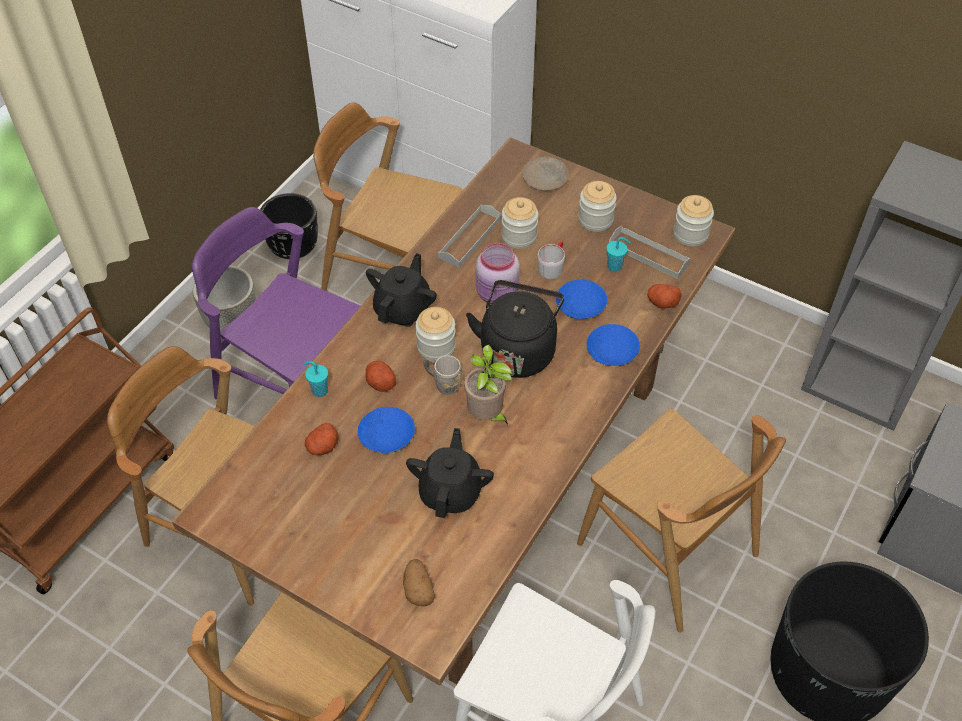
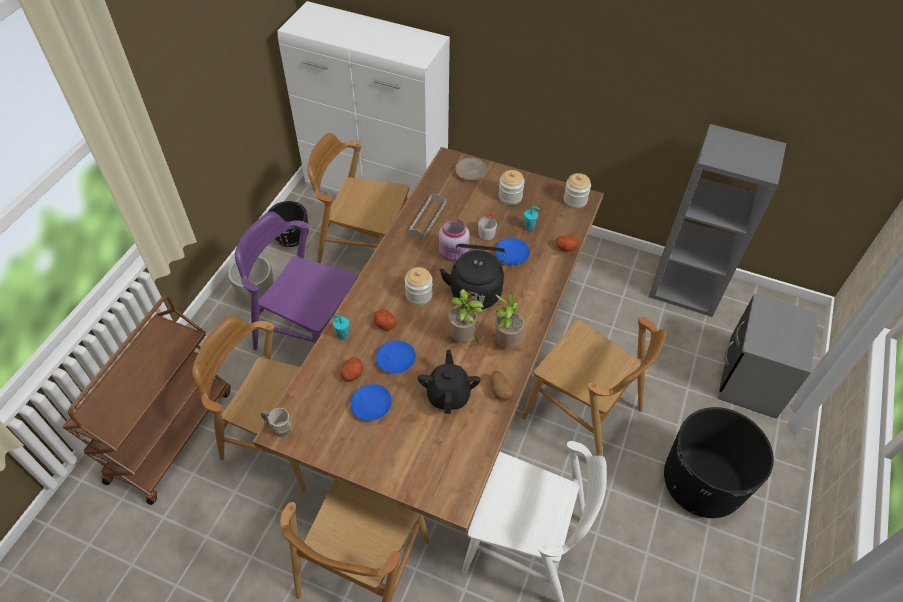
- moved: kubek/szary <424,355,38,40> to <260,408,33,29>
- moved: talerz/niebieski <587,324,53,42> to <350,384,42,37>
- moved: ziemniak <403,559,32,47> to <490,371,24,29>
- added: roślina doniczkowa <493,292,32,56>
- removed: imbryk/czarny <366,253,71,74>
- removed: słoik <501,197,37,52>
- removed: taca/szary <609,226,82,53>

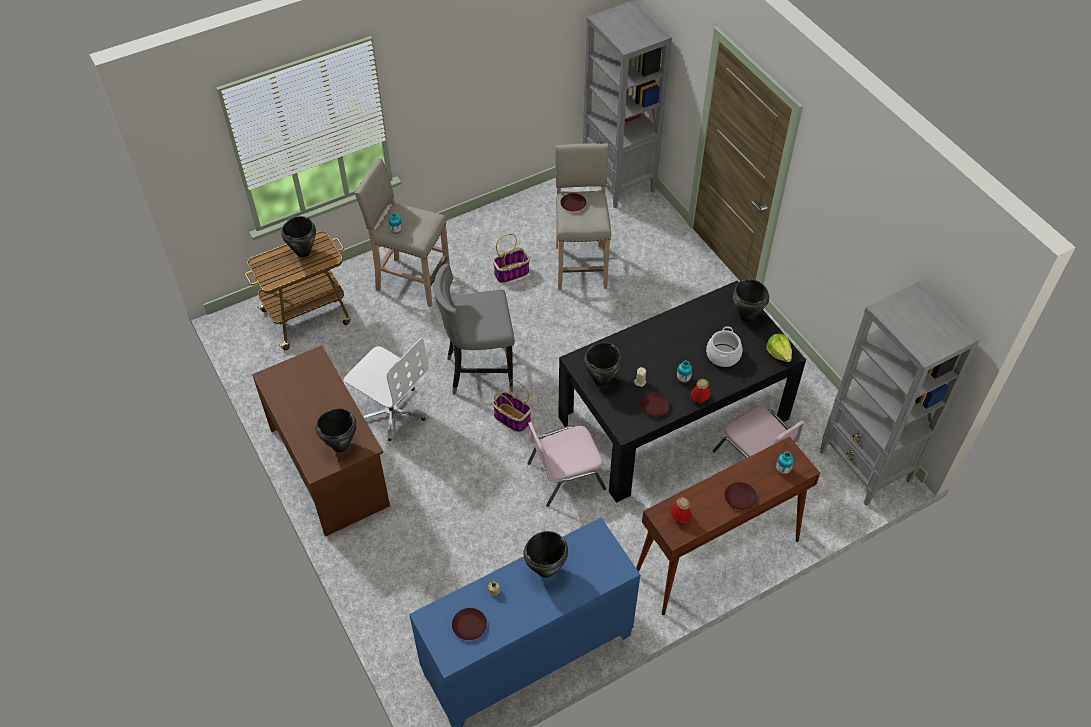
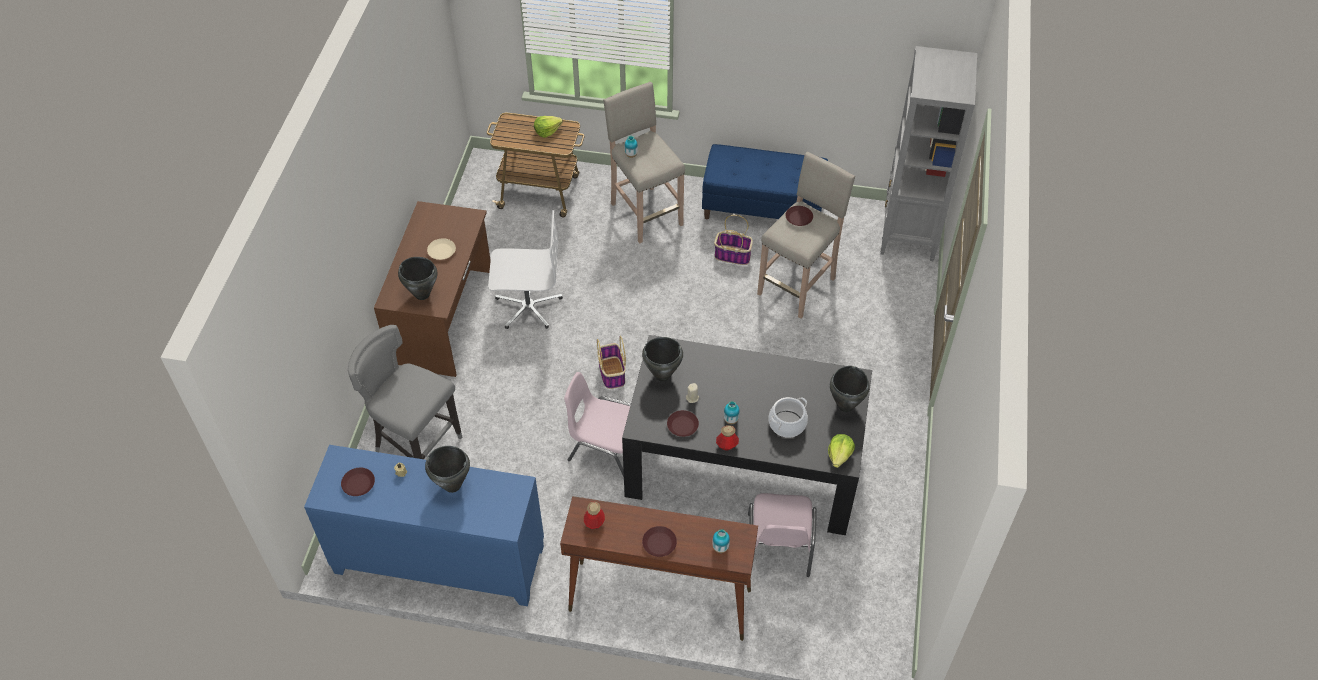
- moved: stołek/szary <434,263,81,132> to <348,325,114,134>
- added: talerz/beżowy <427,238,29,22>
- turned: krzesło biurowe/biały <344,338,85,103> = <488,210,75,119> 75 degrees counterclockwise
- replaced: garnek/czarny <281,216,35,42> to sałata <534,116,29,22>
- added: ławka/niebieski <702,144,126,75>
- removed: regał/szary <820,281,159,225>

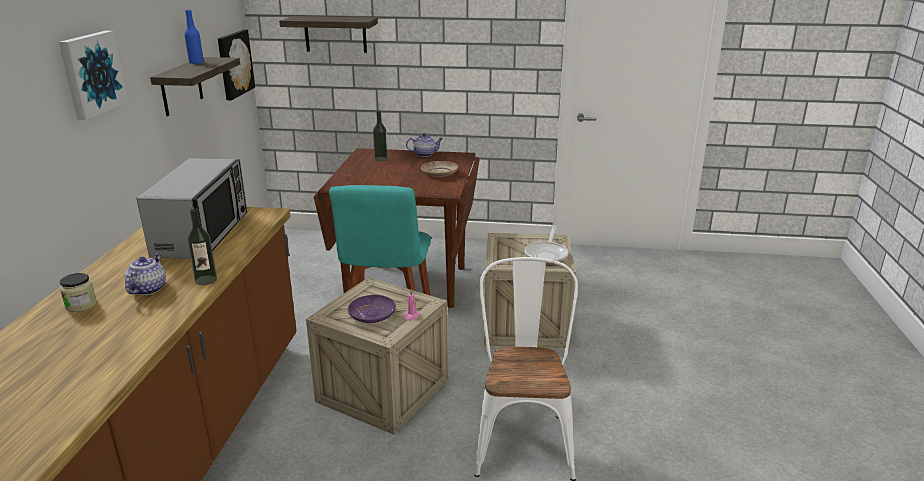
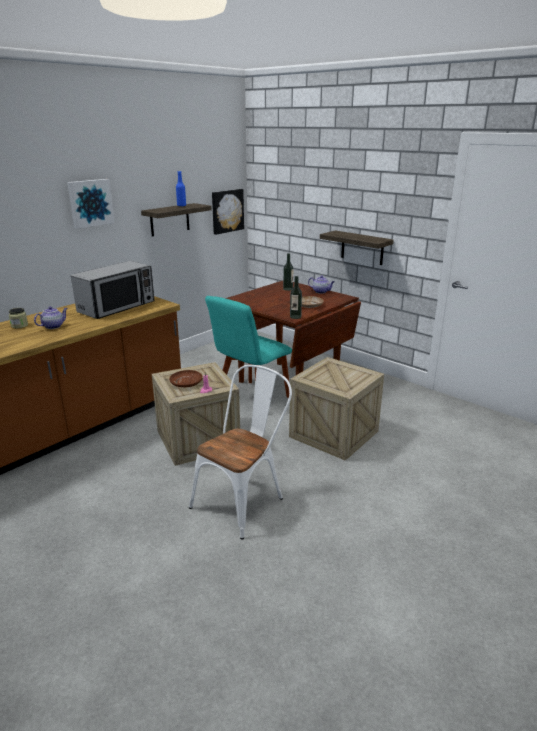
- recoloured: talerz/fioletowy <348,295,48,28> to talerz/brązowy <169,370,34,18>
- moved: butelka <187,208,30,77> to <290,276,12,43>
- moved: półka <279,16,99,37> to <320,230,74,35>
- removed: patelnia <525,226,43,38>

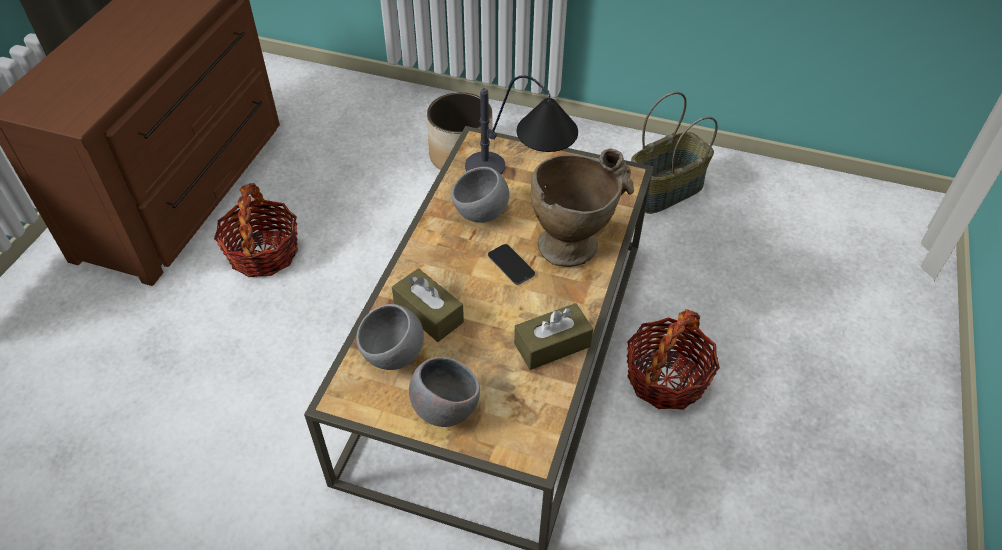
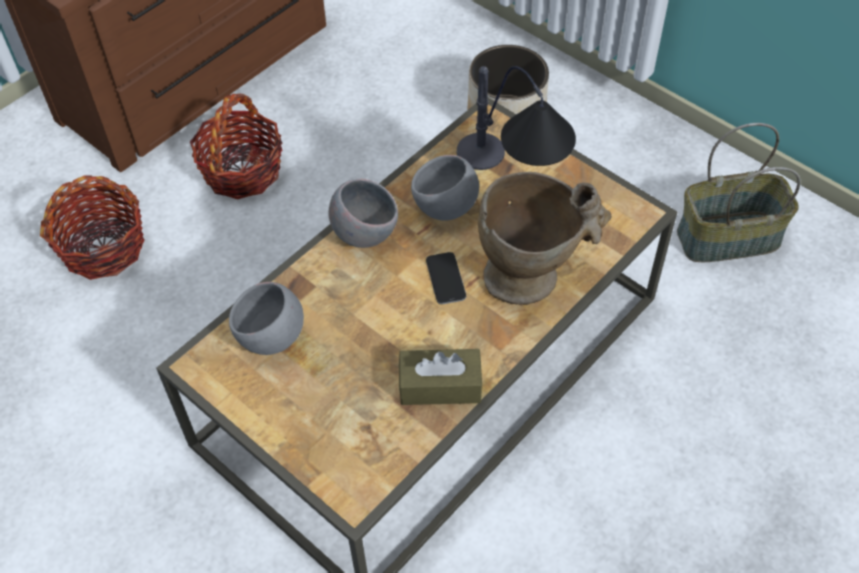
- moved: koszyk <626,309,94,101> to <40,175,104,105>
- moved: miska/szary <409,357,71,70> to <329,179,69,69>
- removed: pudełko chusteczek/brązowy <392,268,72,74>

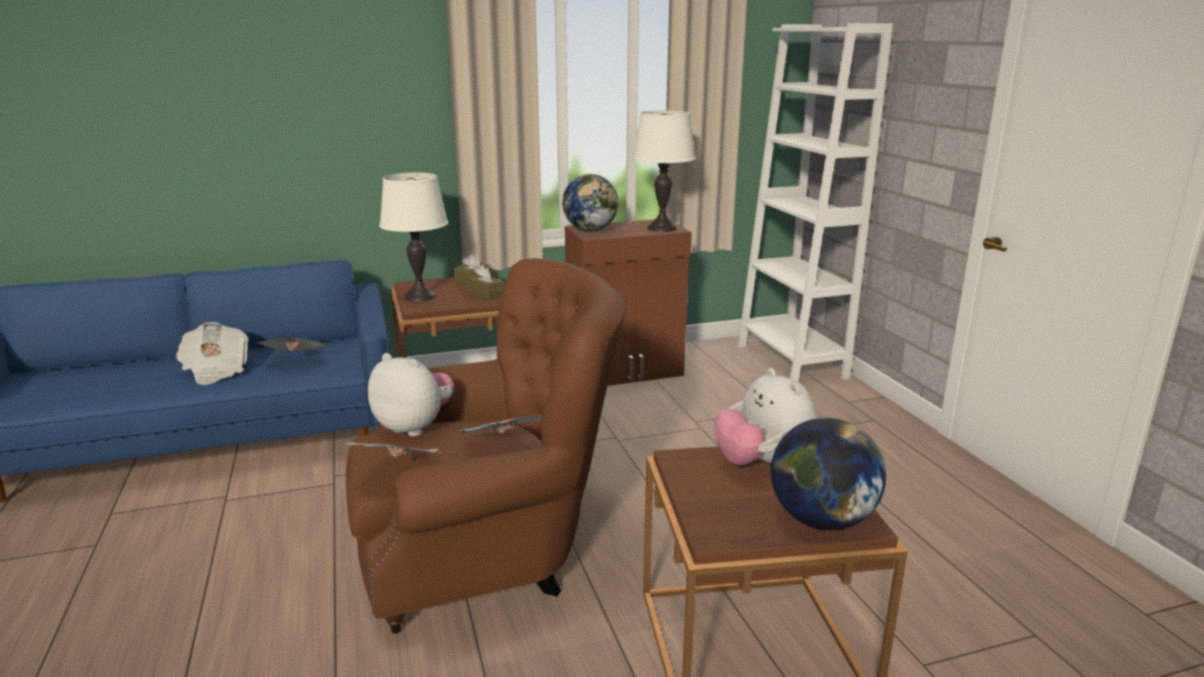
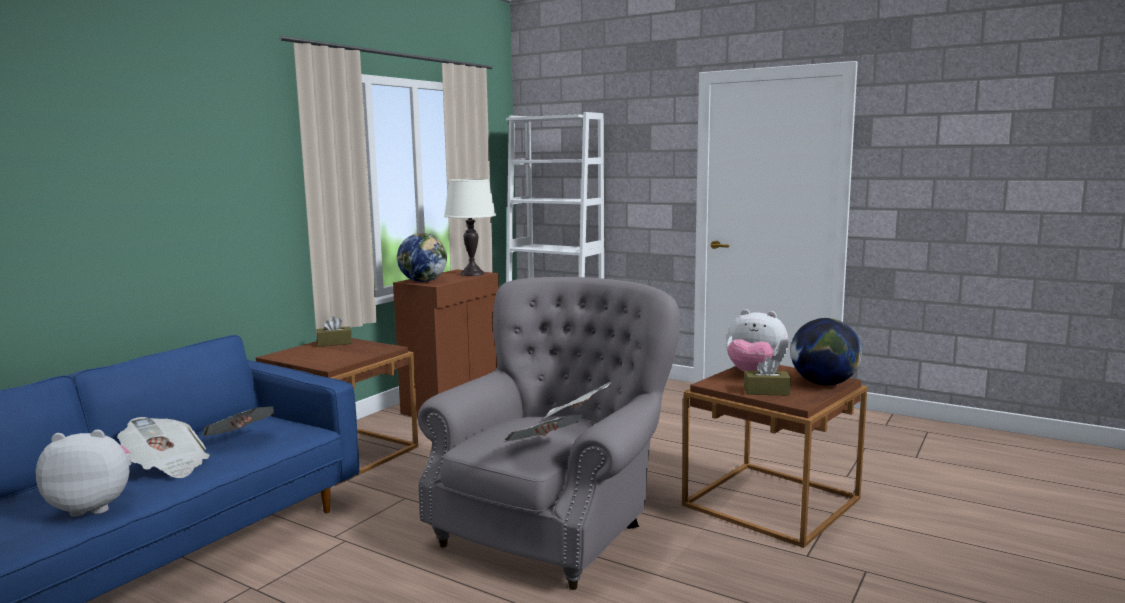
- moved: pluszak <368,353,86,83> to <36,430,96,87>
- recoloured: fotel/brązowy <346,258,280,376> to fotel/szary <418,277,262,313>
- moved: pudełko chusteczek/brązowy <467,265,37,35> to <744,357,47,39>
- removed: lampa stołowa/biały <379,173,69,129>

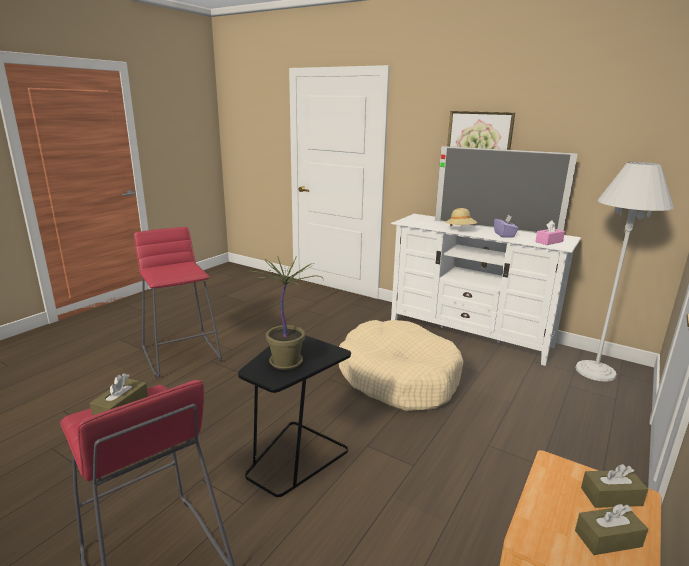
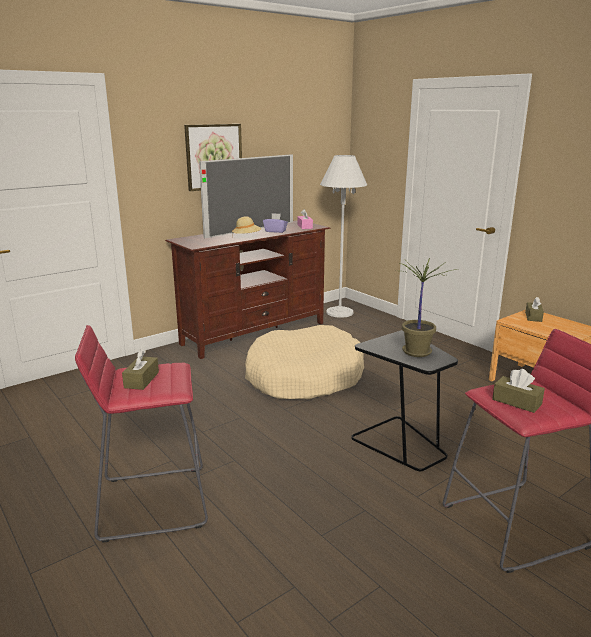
- moved: pudełko chusteczek/brązowy <575,504,73,51> to <122,349,37,41>
- recoloured: szafka pod telewizor/biały <391,214,190,152> to szafka pod telewizor/brązowy <165,220,165,139>

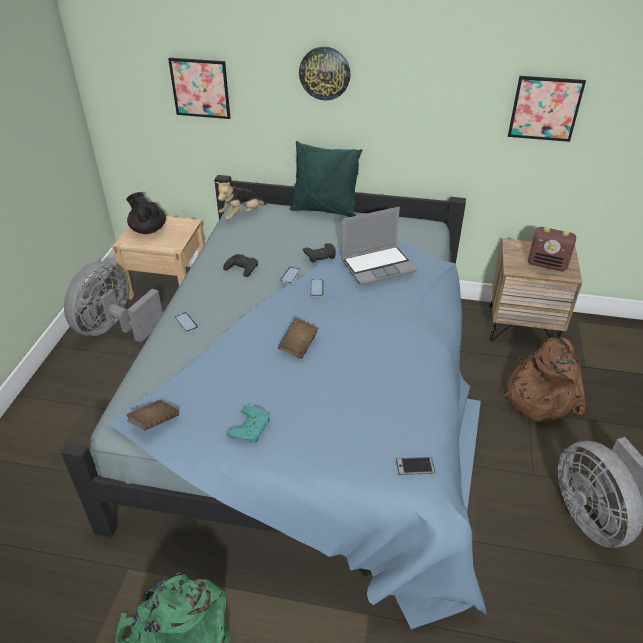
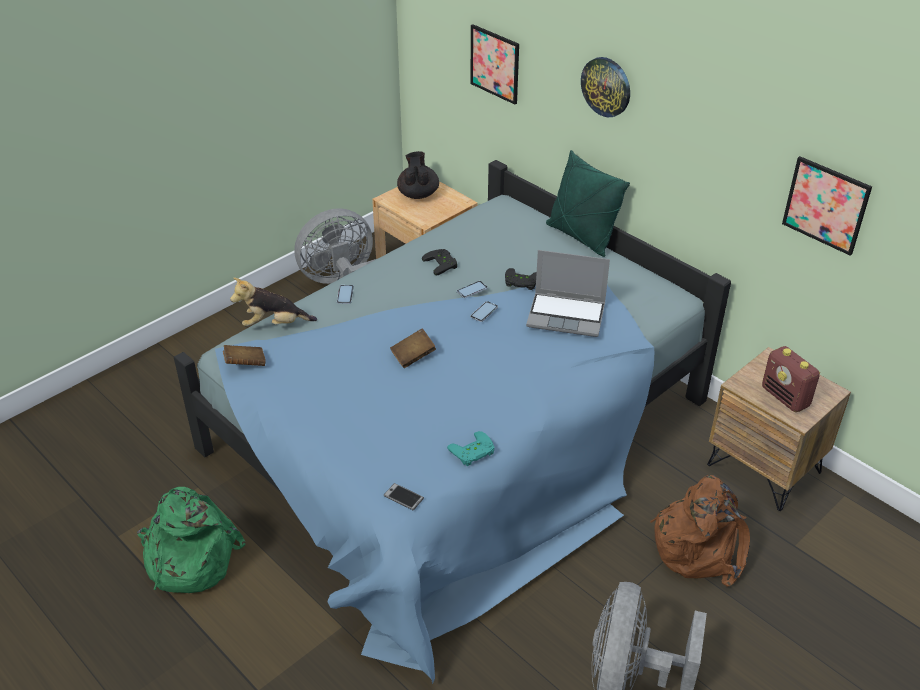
- moved: pluszak <215,182,52,38> to <230,278,87,48>
- moved: pad do gier/turkusowy <226,406,44,37> to <447,431,48,35>

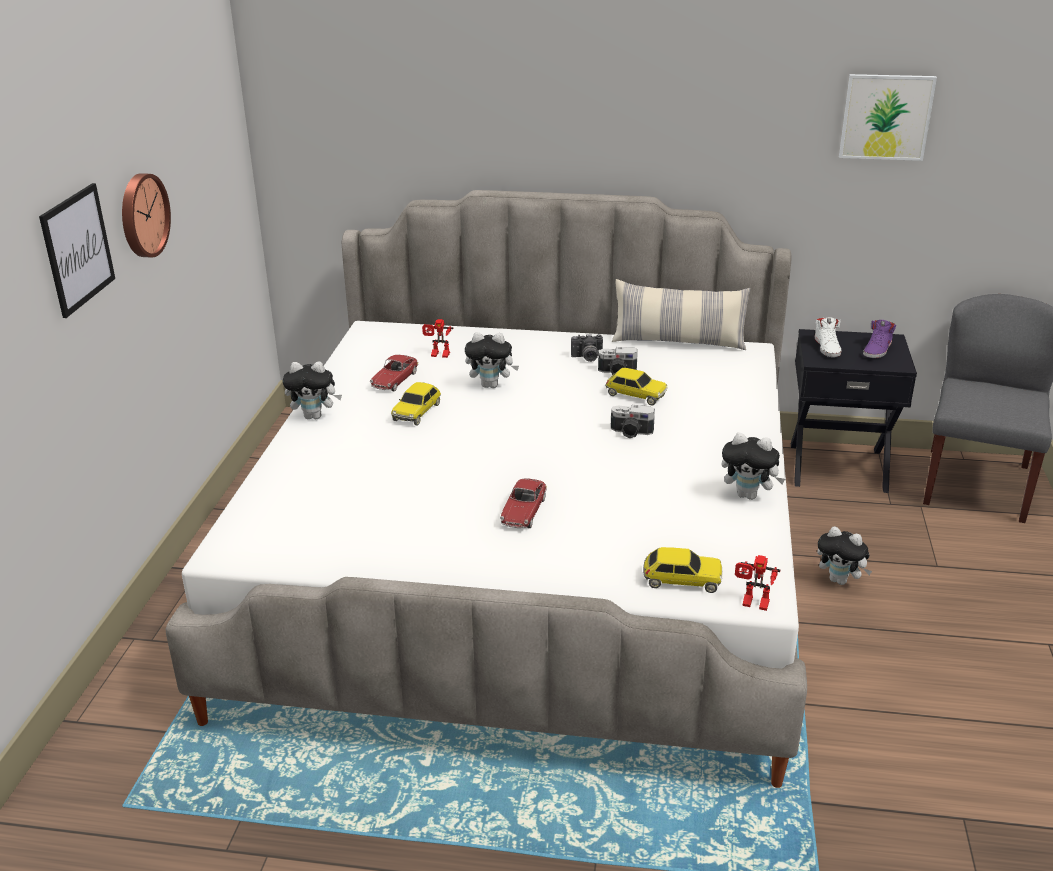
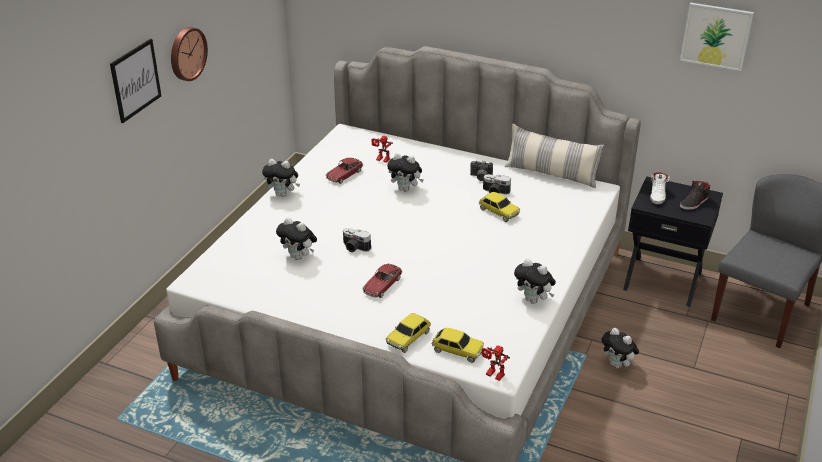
- added: pluszak <276,217,41,43>
- moved: aparat fotograficzny <611,405,44,33> to <343,228,28,24>
- moved: samochodzik <391,382,50,44> to <386,313,45,40>
- recoloured: but/fioletowy <863,320,34,38> to but/czarny <680,181,30,29>

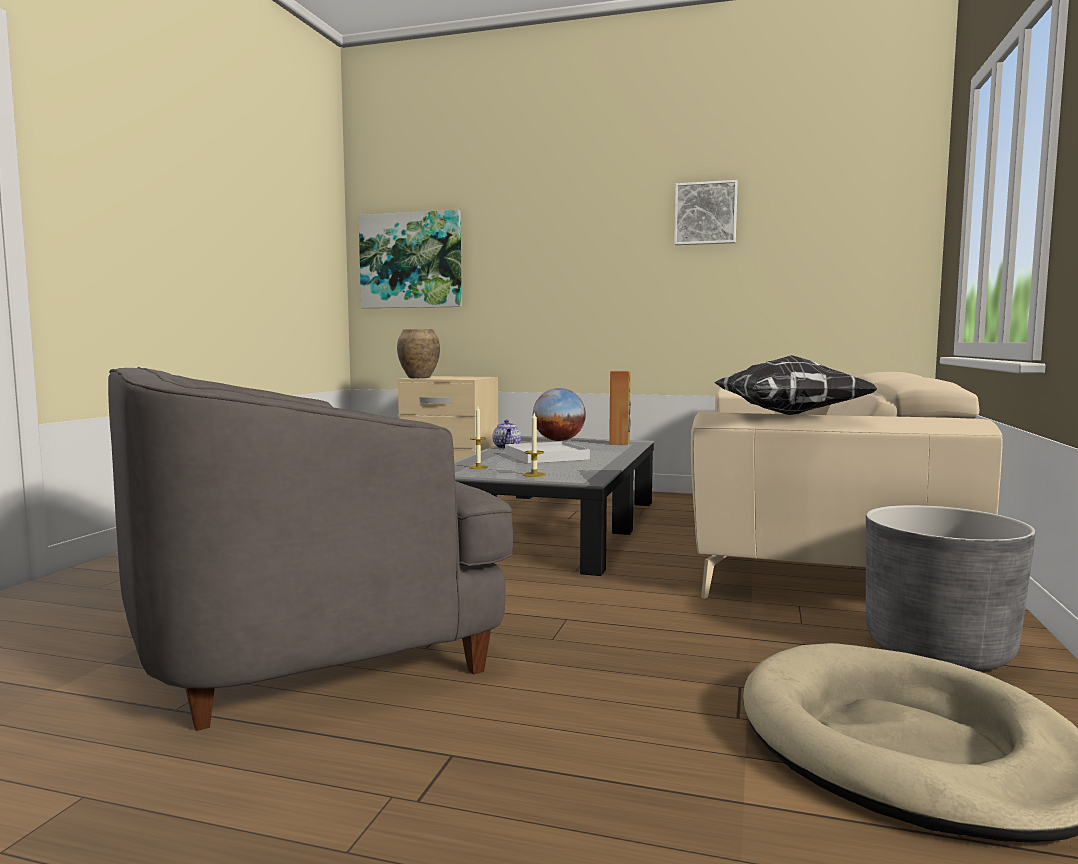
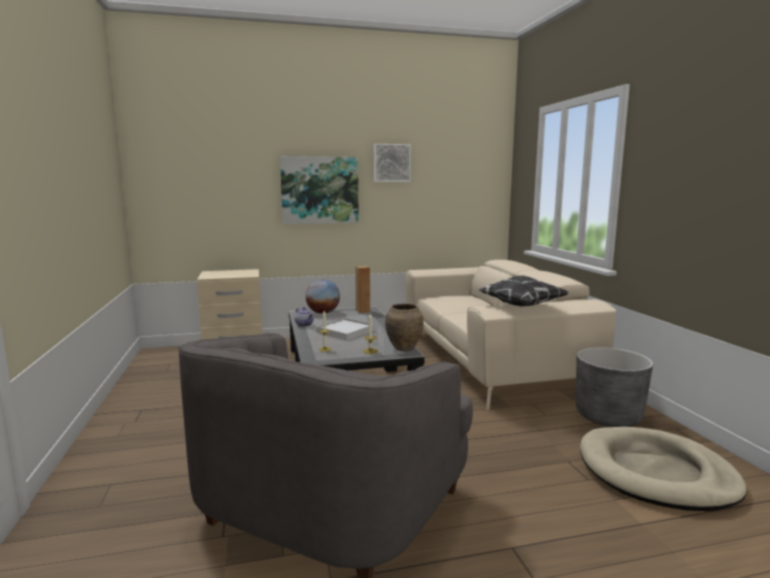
- moved: obraz <359,210,103,98> to <280,156,79,68>
- moved: wazon/brązowy <397,329,43,49> to <385,303,39,48>

